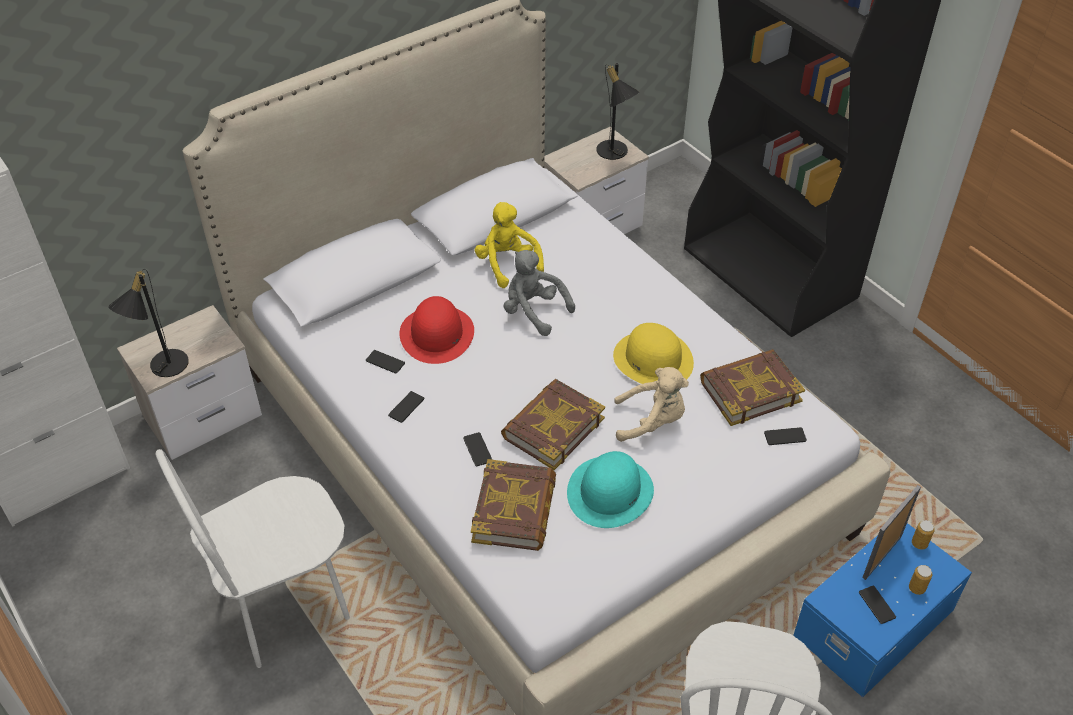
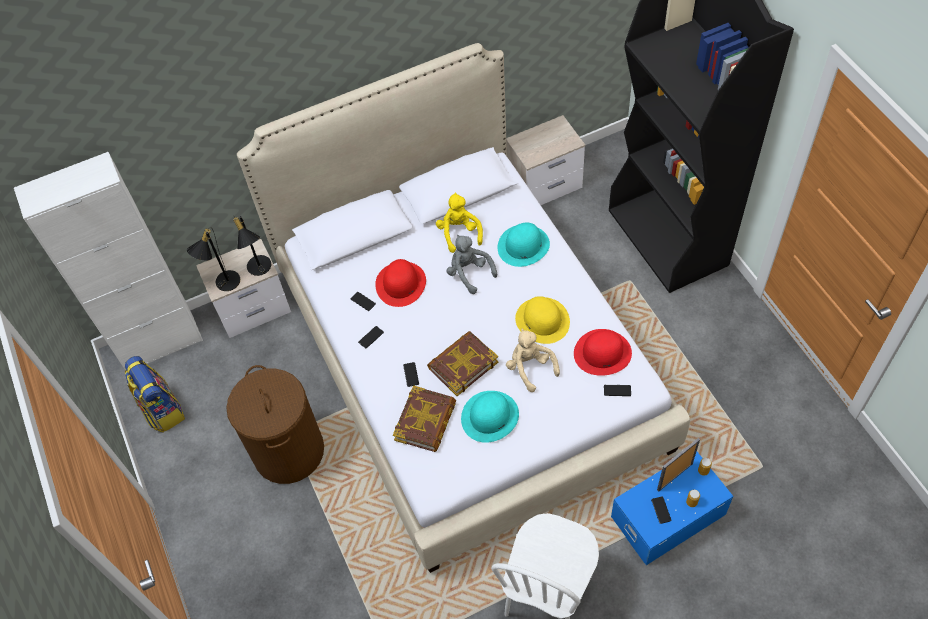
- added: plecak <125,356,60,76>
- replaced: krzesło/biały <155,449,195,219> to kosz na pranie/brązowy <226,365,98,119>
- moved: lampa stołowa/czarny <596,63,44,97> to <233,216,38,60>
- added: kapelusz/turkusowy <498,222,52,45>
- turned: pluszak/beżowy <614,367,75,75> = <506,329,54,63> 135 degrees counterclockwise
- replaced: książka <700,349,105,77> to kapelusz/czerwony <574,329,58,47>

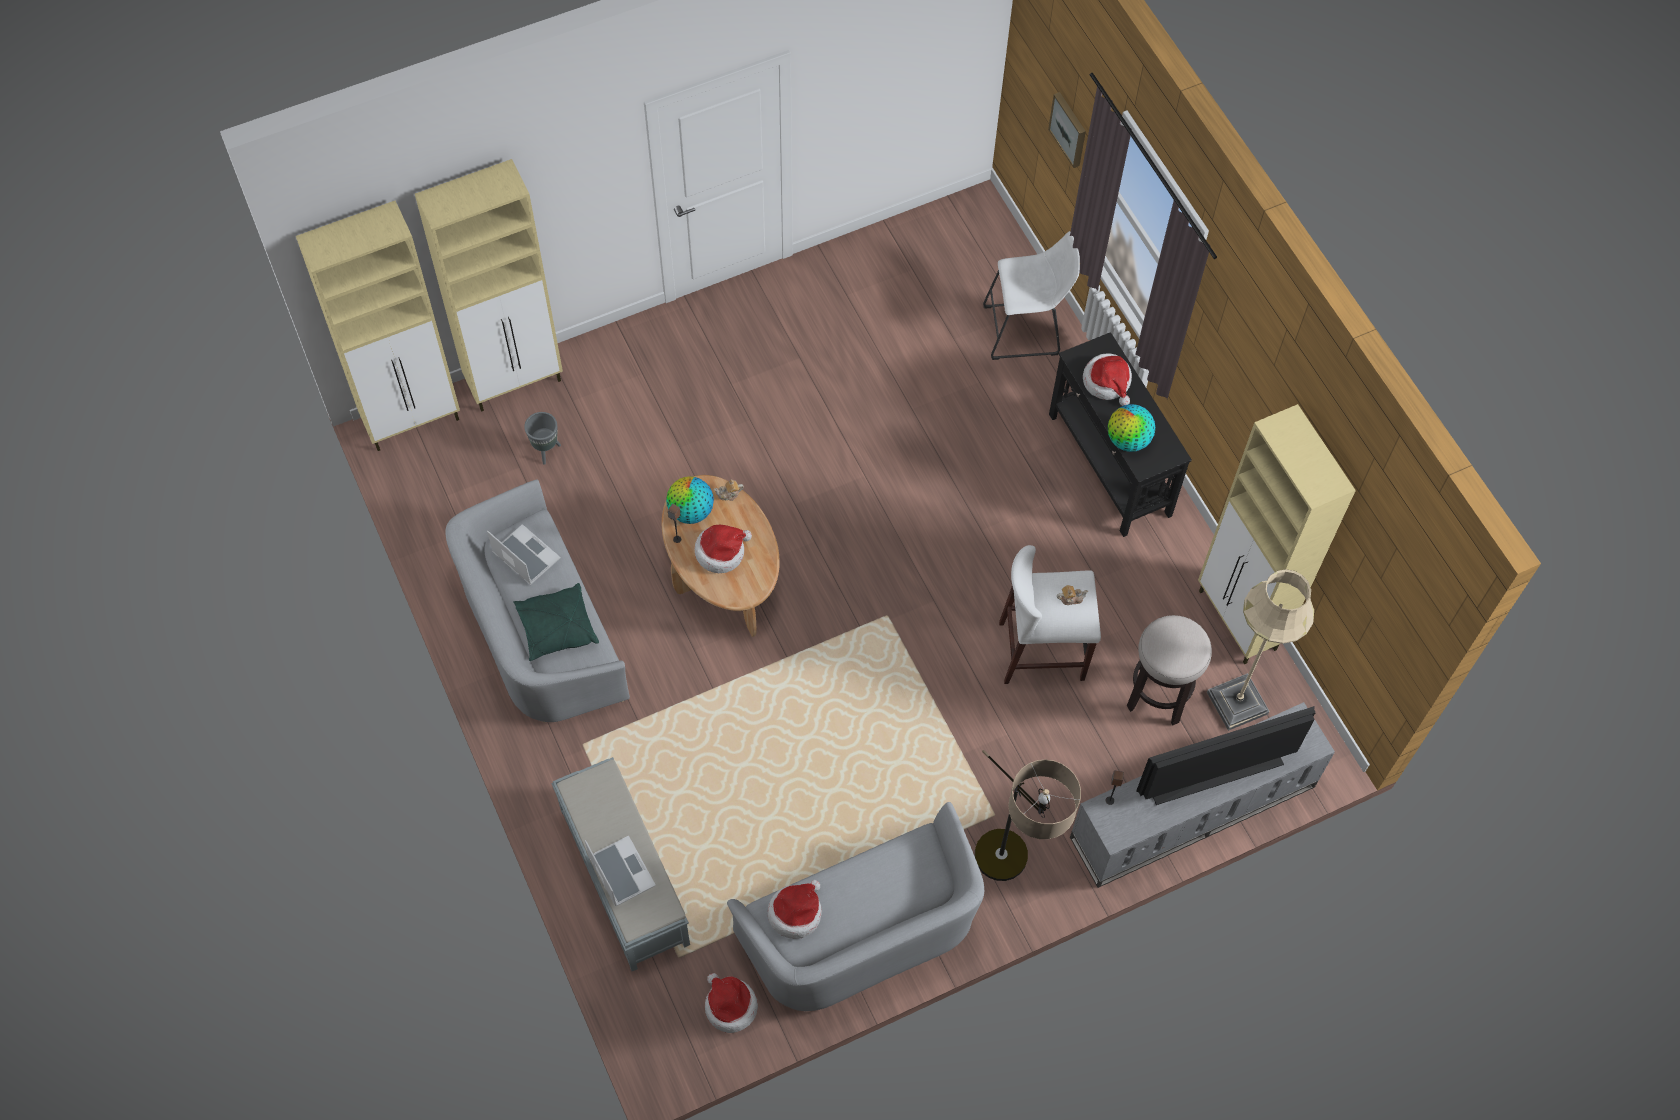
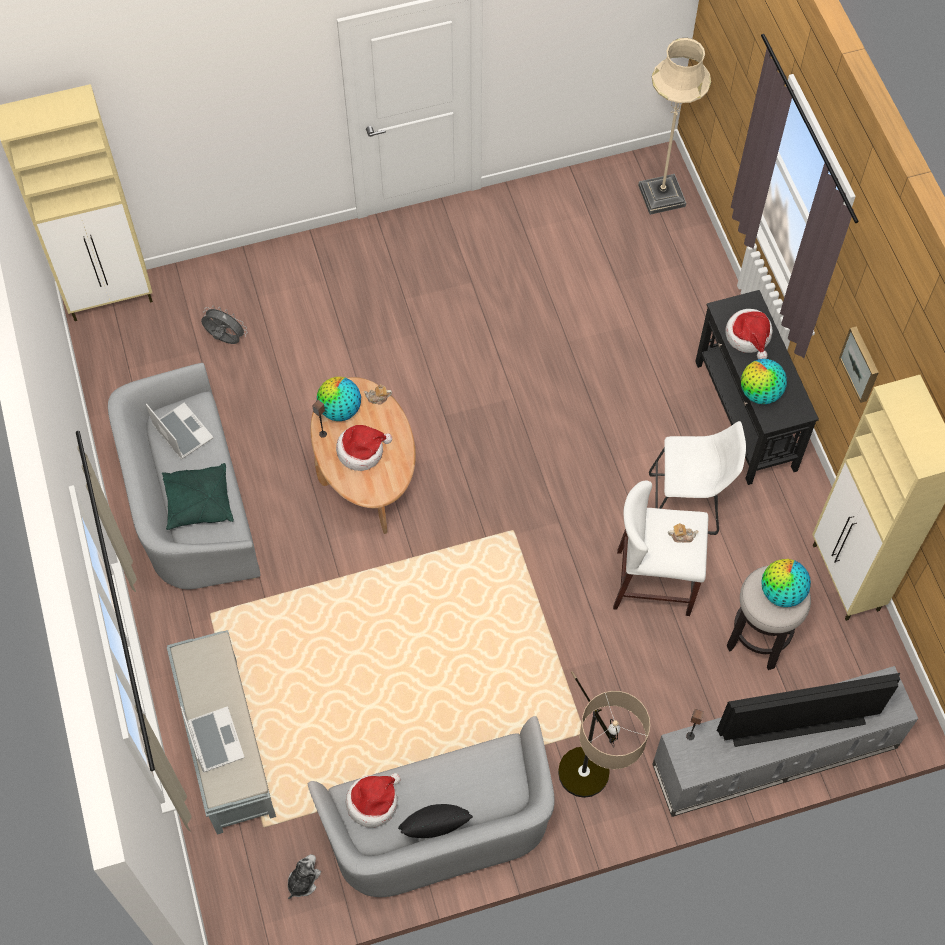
- replaced: donica/szary <524,412,37,53> to wentylator/szary <201,305,46,39>
- replaced: kapelusz <705,973,53,60> to pluszak <288,854,33,45>
- added: poduszka/czarny <398,804,75,34>
- moved: lampa stojąca/beżowy <1207,569,107,162> to <638,38,73,177>
- moved: stołek/biały <983,231,97,129> to <649,421,97,114>
- added: globus <761,559,50,48>
- moved: obraz <1048,92,38,76> to <839,327,40,76>
- removed: szafka/beżowy <415,159,148,253>

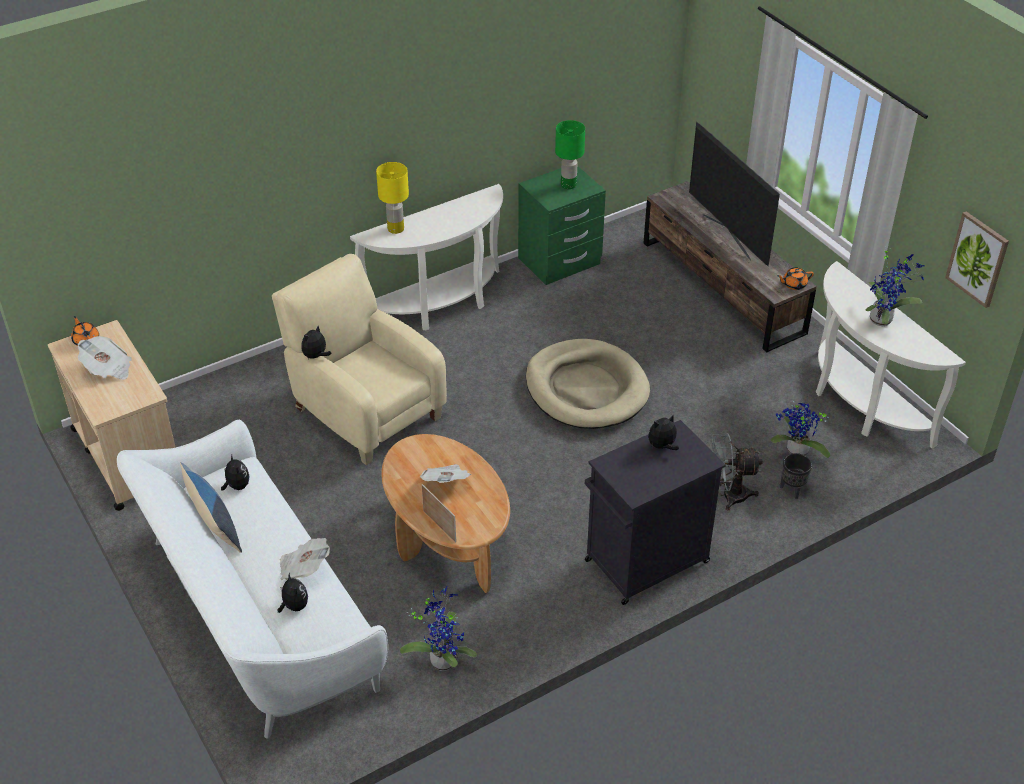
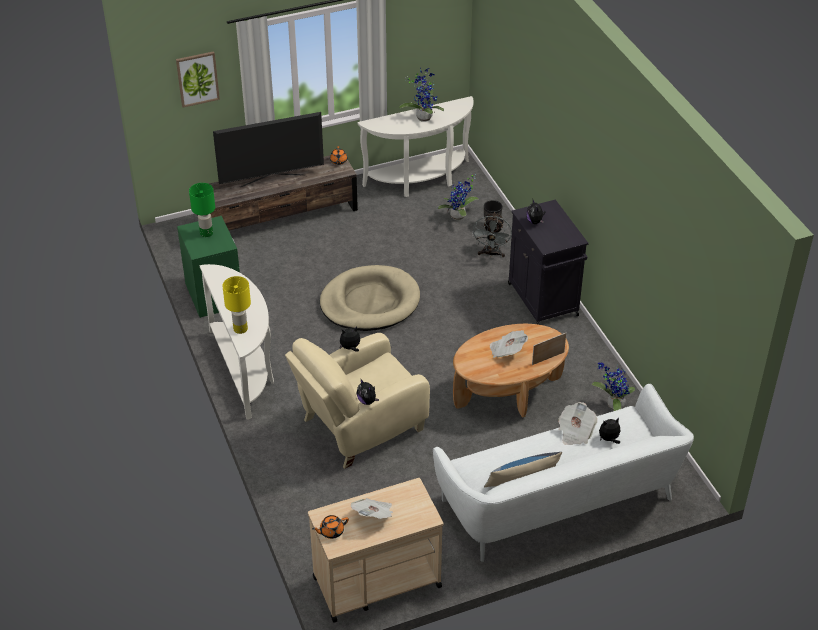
- moved: obraz <945,211,64,97> to <176,51,44,57>
- moved: pluszak <221,455,28,36> to <340,327,20,25>

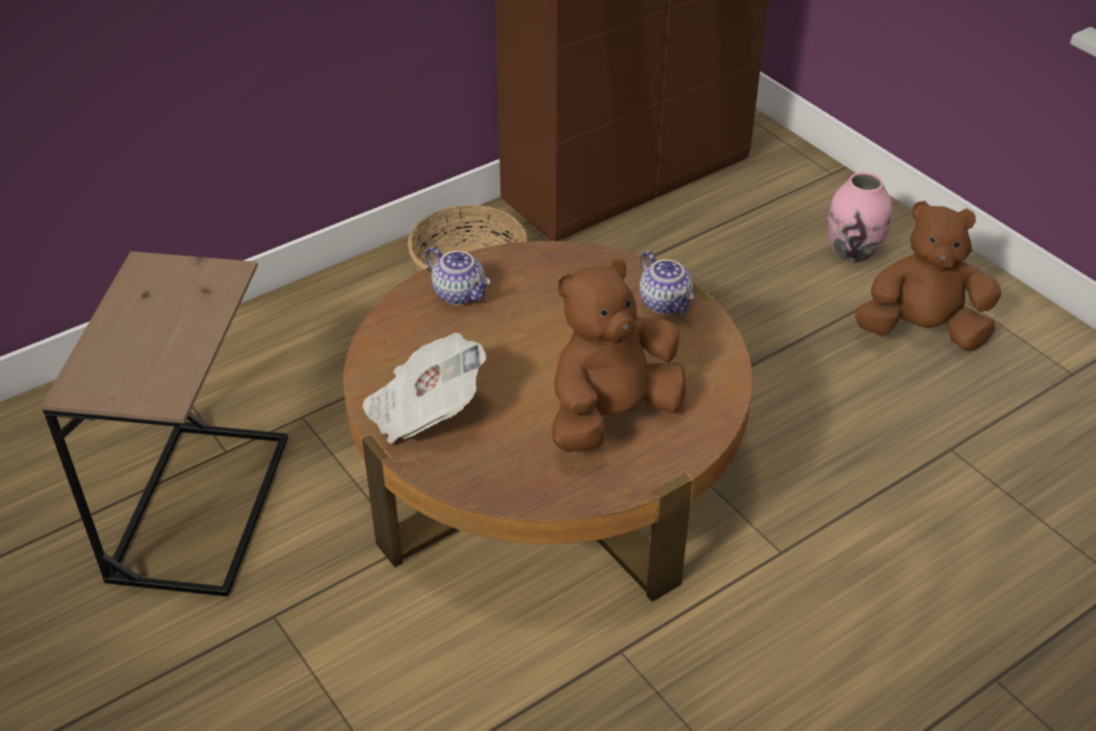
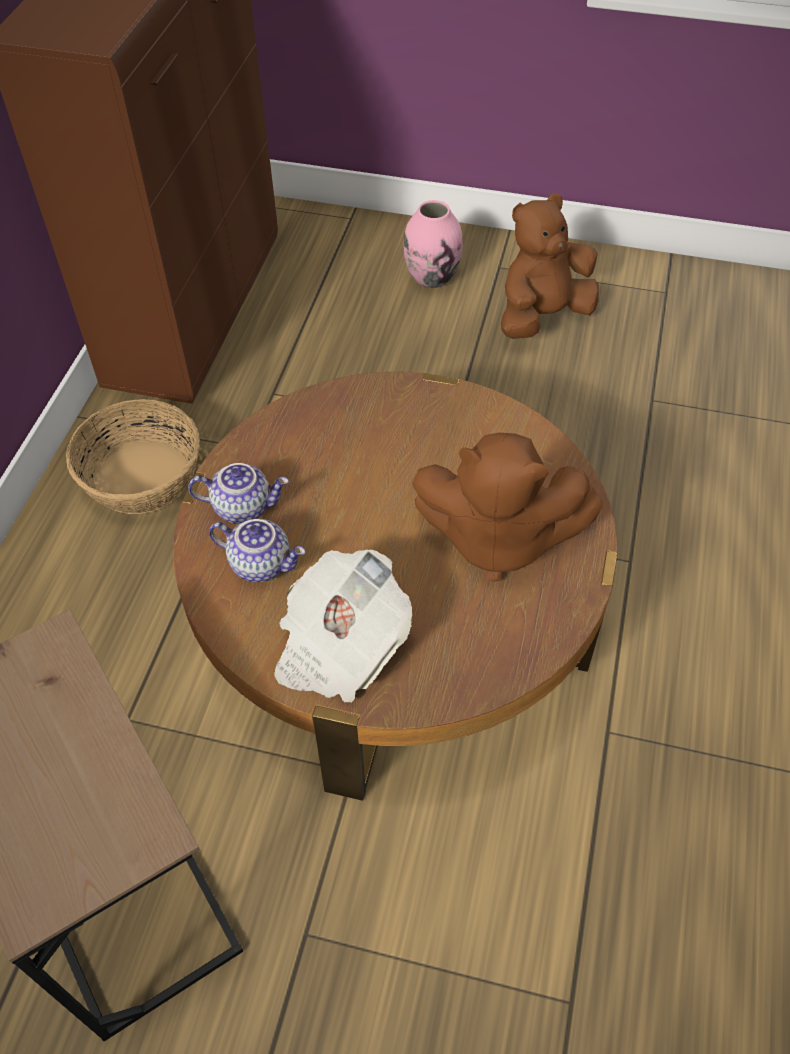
- moved: imbryk <639,251,55,63> to <209,519,96,63>
- turned: pluszak/brązowy <552,258,134,194> = <412,433,191,149> 90 degrees counterclockwise

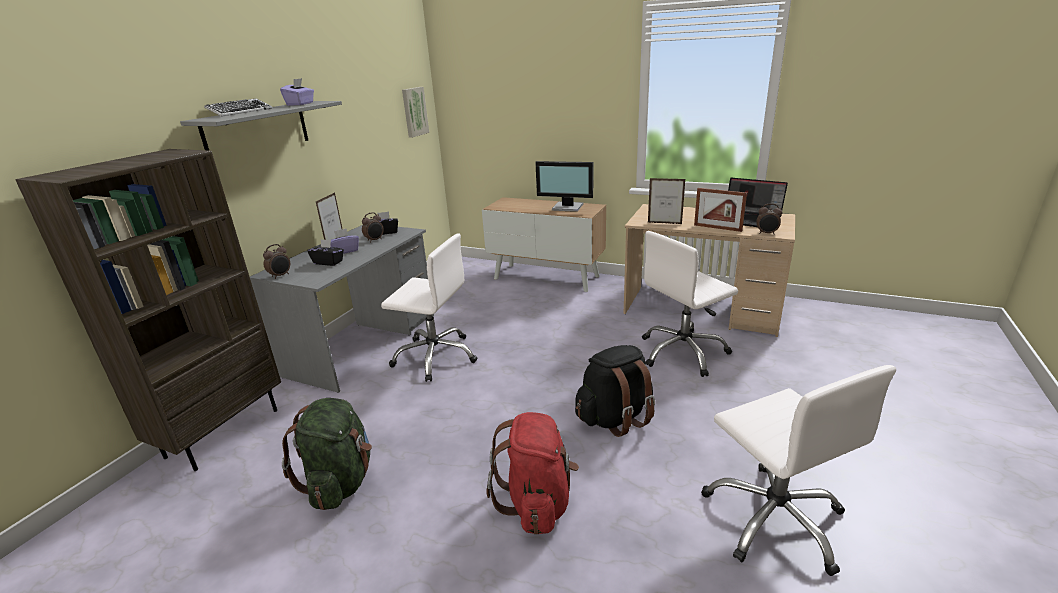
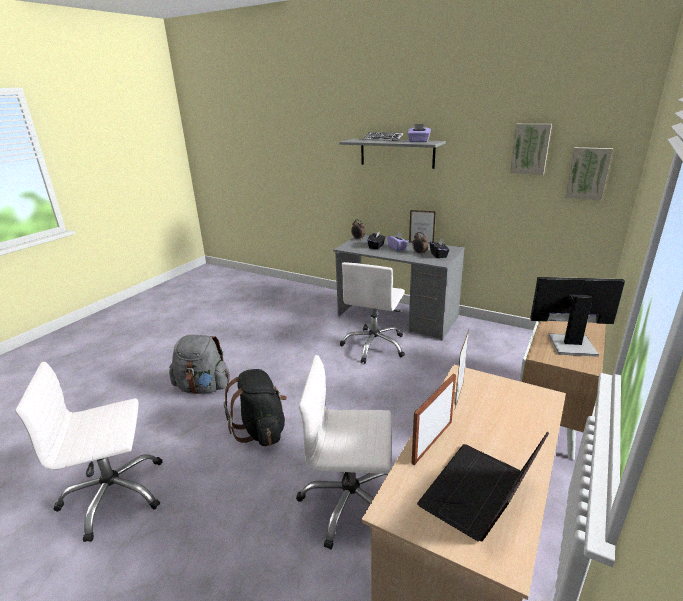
- recoloured: plecak/czerwony <487,412,92,123> to plecak/szary <169,335,61,59>
- turned: krzesło biurowe/biały <642,231,96,146> = <296,355,95,195> 60 degrees counterclockwise
- added: obraz <510,124,42,51>
- turned: monitor <535,161,58,51> = <530,277,95,80> 75 degrees clockwise
- removed: regał/brązowy <15,149,266,322>
- removed: plecak/zielony <282,398,90,112>
- removed: budzik <756,204,27,31>

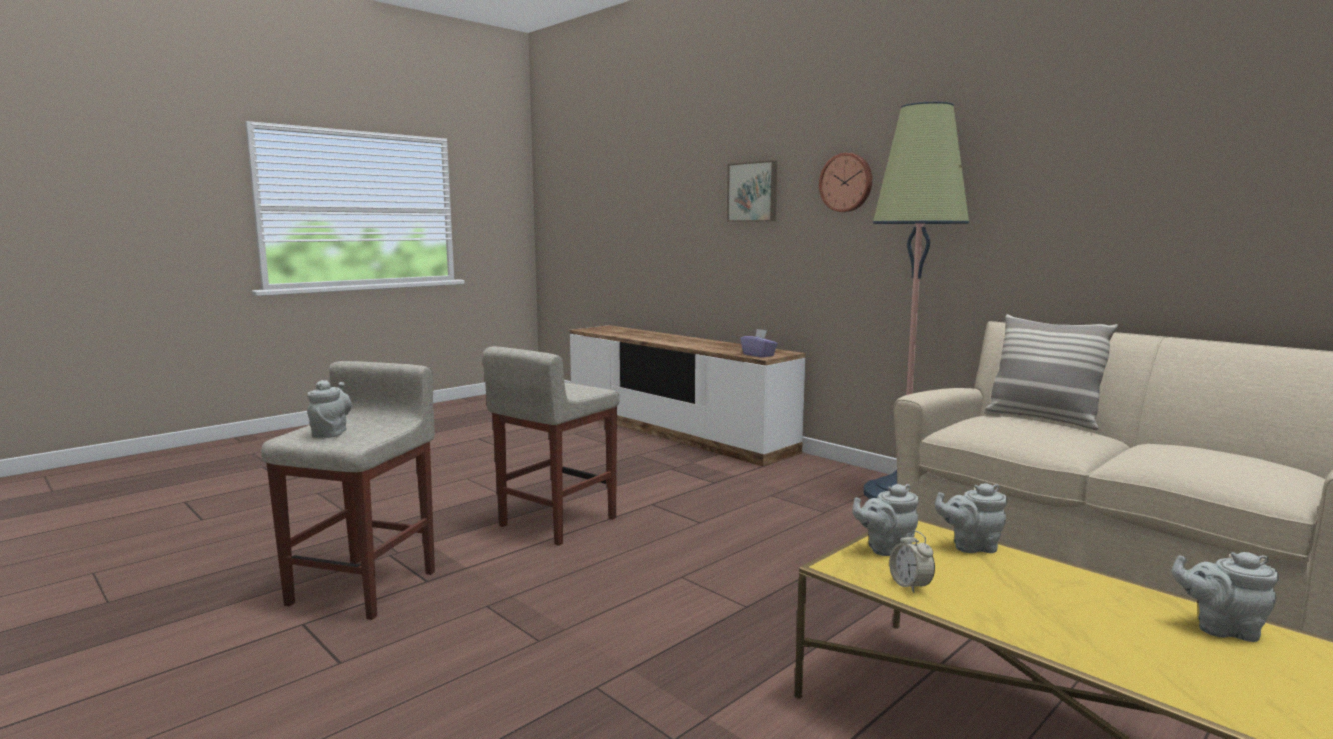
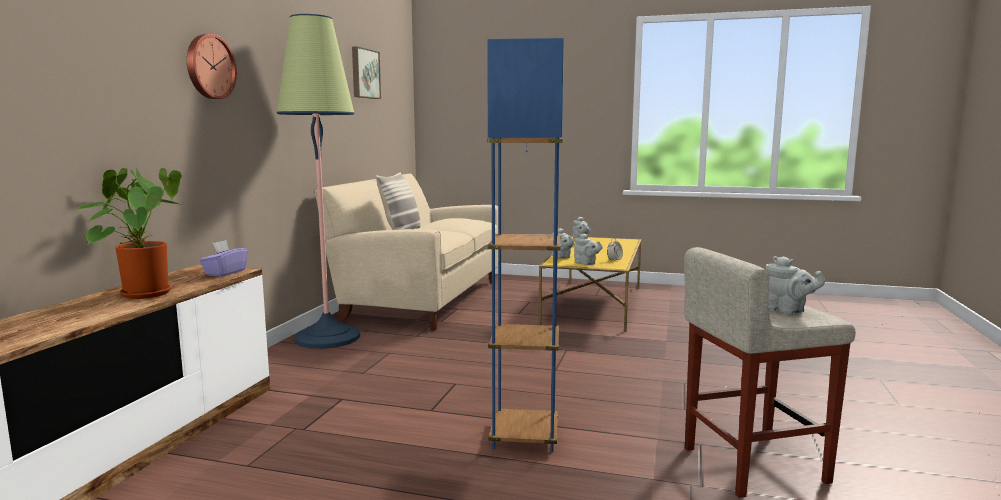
- added: roślina doniczkowa <75,168,107,131>
- moved: obraz <727,161,50,61> to <352,47,29,52>
- replaced: stołek/beżowy <483,346,137,200> to lampa stojąca/niebieski <487,38,77,414>
- turned: imbryk/szary <307,380,45,58> = <765,256,60,58> 105 degrees counterclockwise

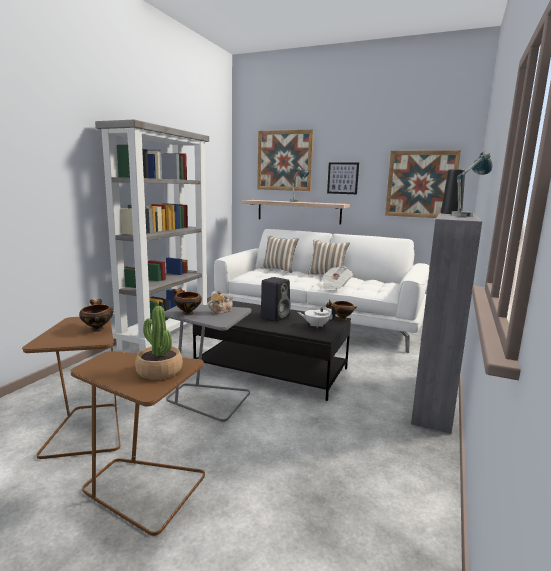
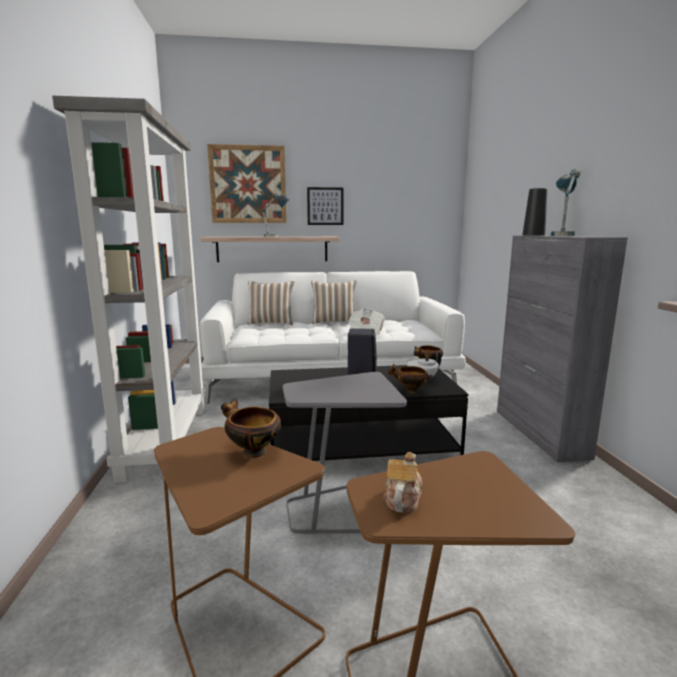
- moved: imbryk <208,290,26,24> to <383,452,39,61>
- moved: miska <173,288,29,27> to <388,364,44,29>
- removed: roślina doniczkowa <135,306,48,74>
- removed: obraz <385,150,76,68>

